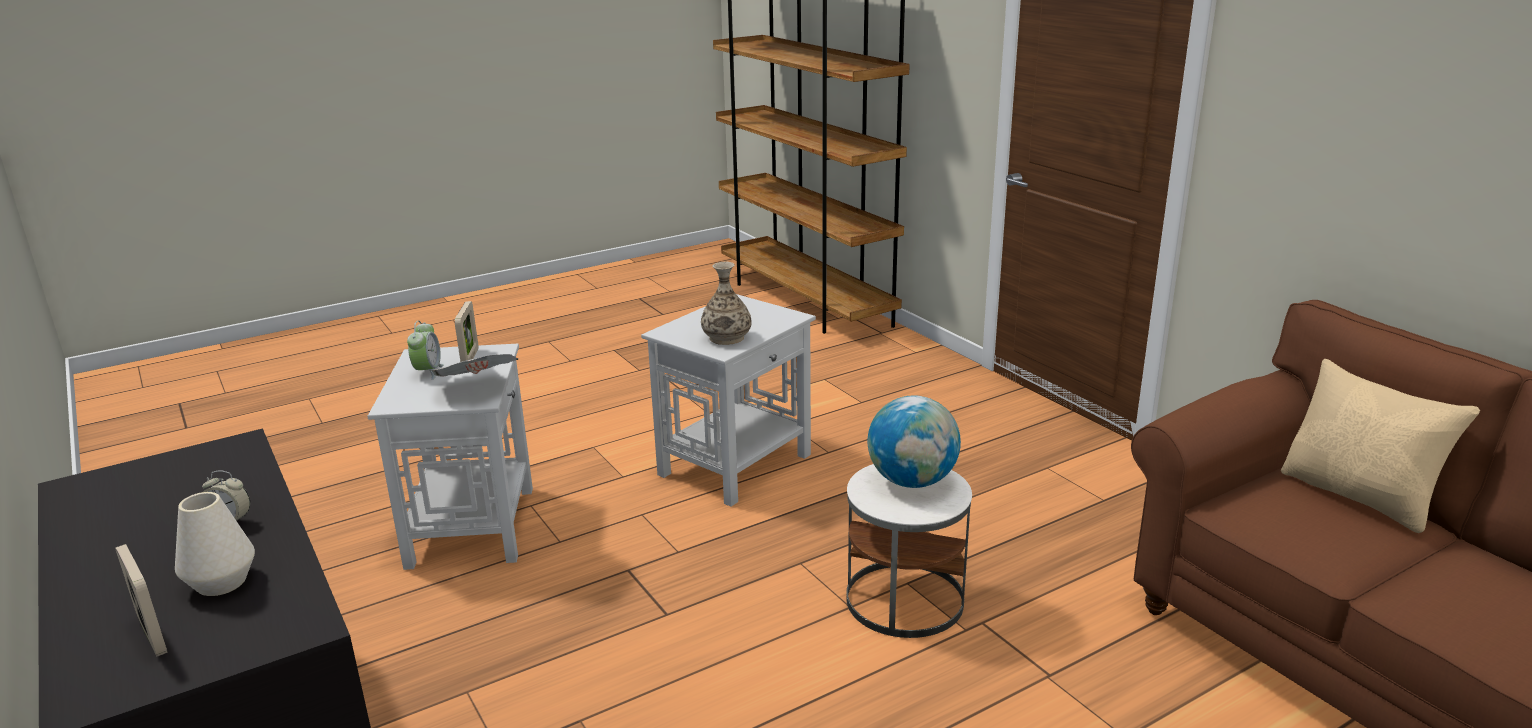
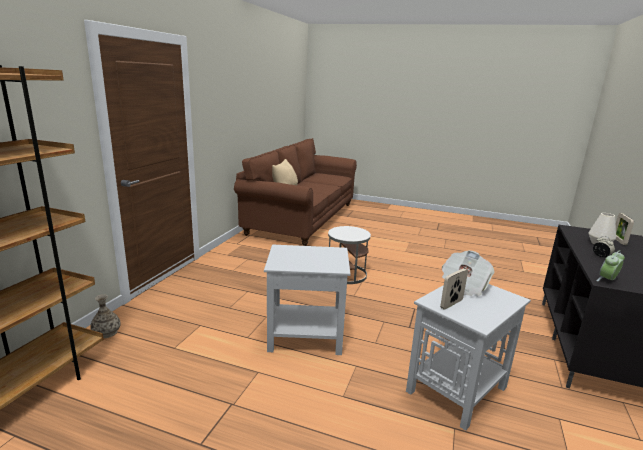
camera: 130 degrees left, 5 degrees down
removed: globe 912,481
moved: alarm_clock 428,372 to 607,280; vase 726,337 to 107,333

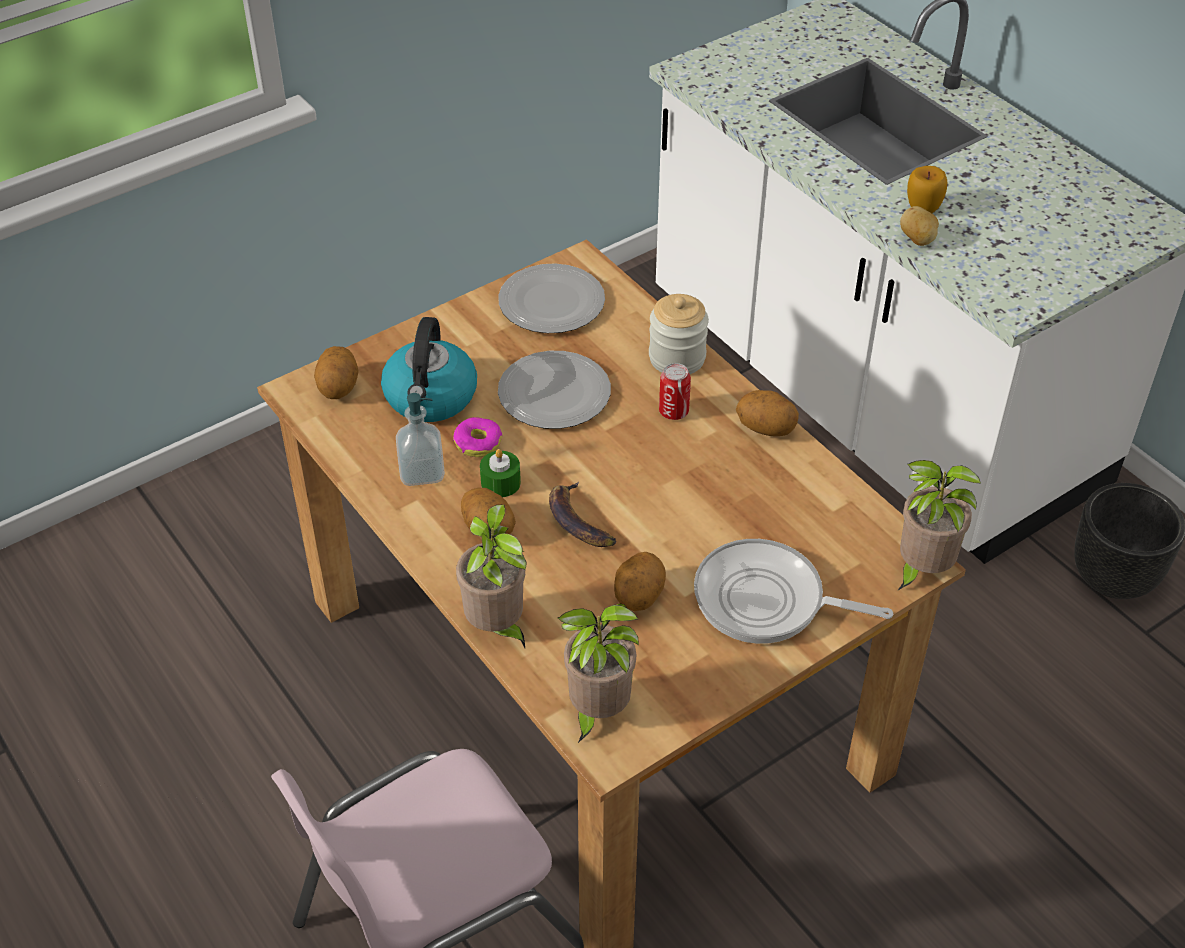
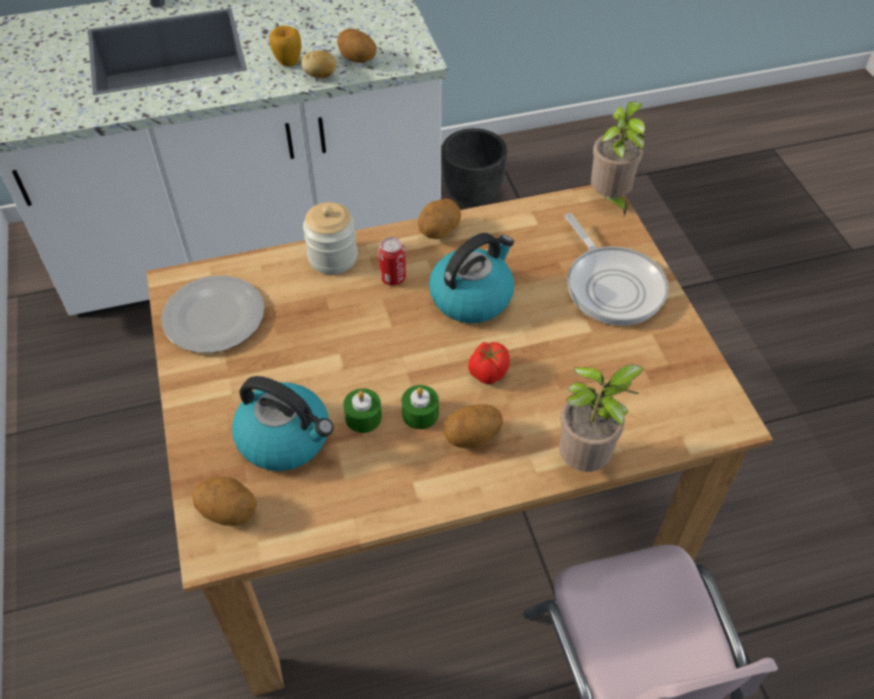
camera: 70 degrees left, 5 degrees up
removed: soap_dispenser 422,472; plate 555,393; potted_plant 596,712
added: kettle 472,296
moved: potato 638,596 to 357,60
replaced: donut 478,443 to green_candle 363,417; banana 578,521 to tomato 488,373
turned: frying_pan 766,601 = 612,286 60 degrees counterclockwise

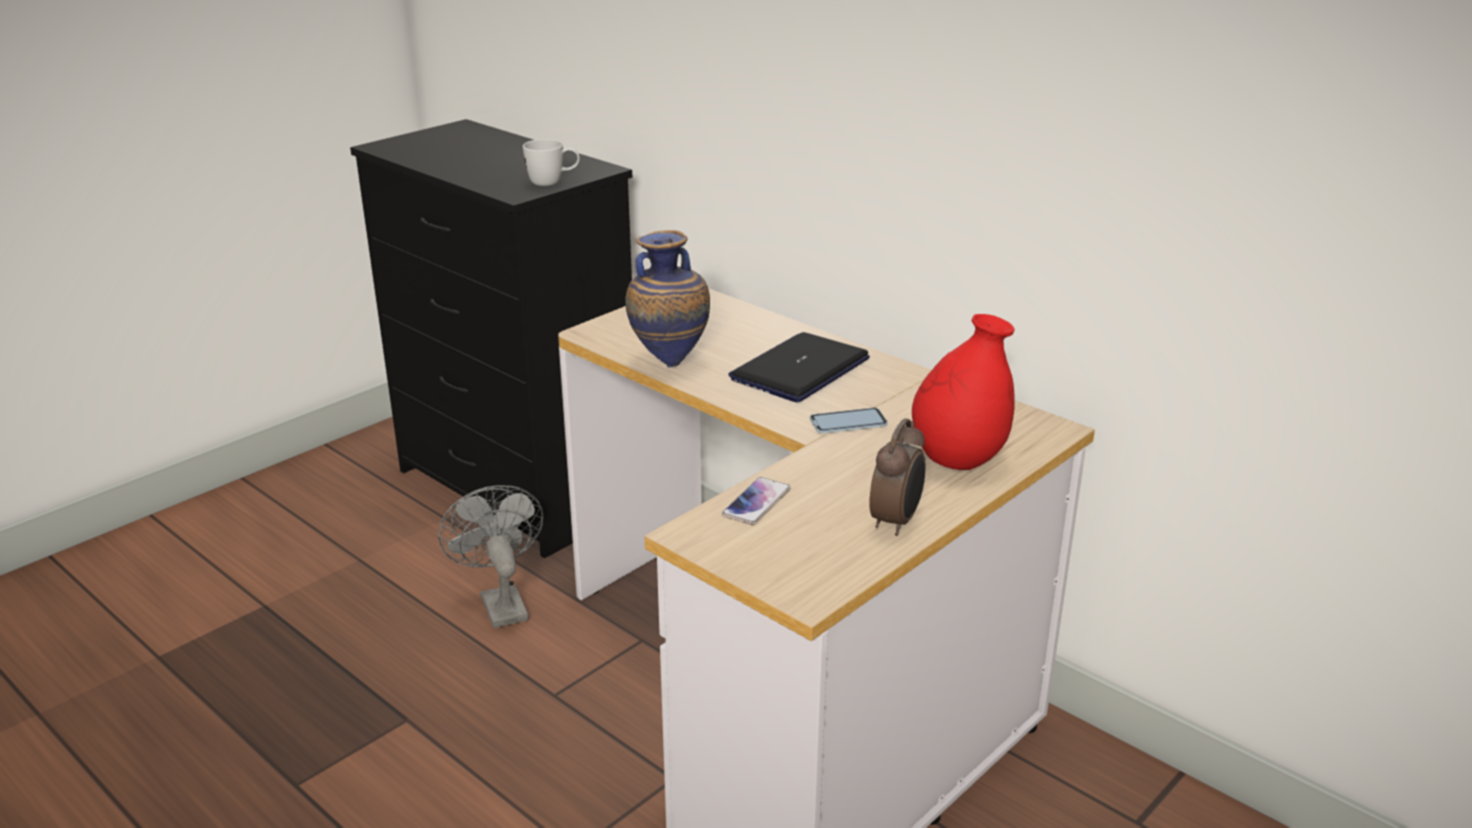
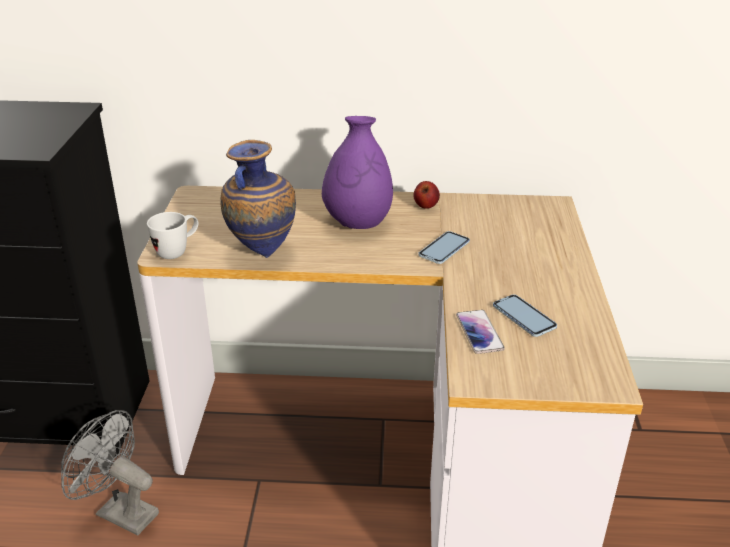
camera: 40 degrees left, 5 degrees up
removed: alarm_clock 896,521; red_vase 958,460
added: apple 425,206; phone 524,317
moved: white_mug 553,183 to 177,251
replaced: laptop 800,369 to purple_vase 358,223

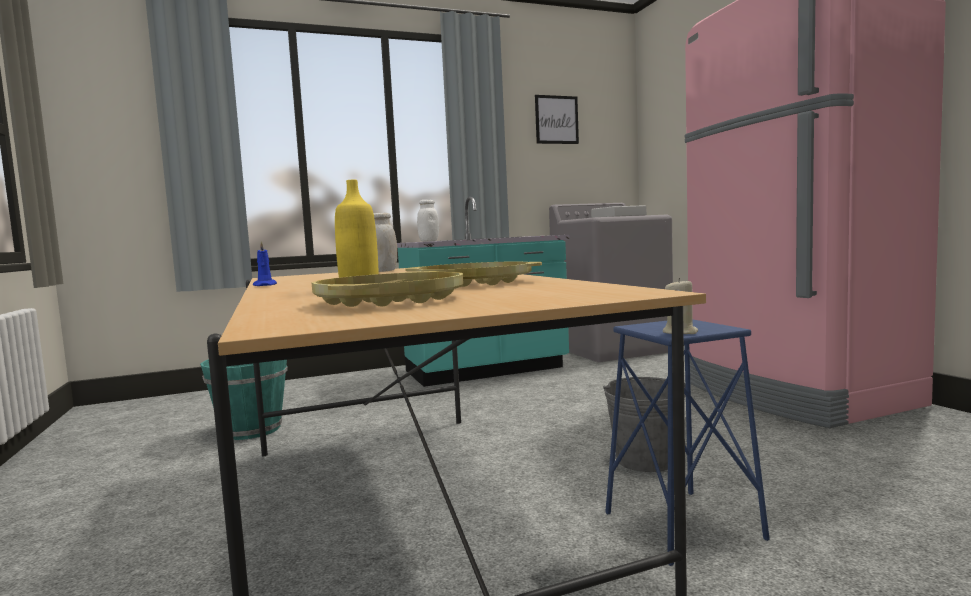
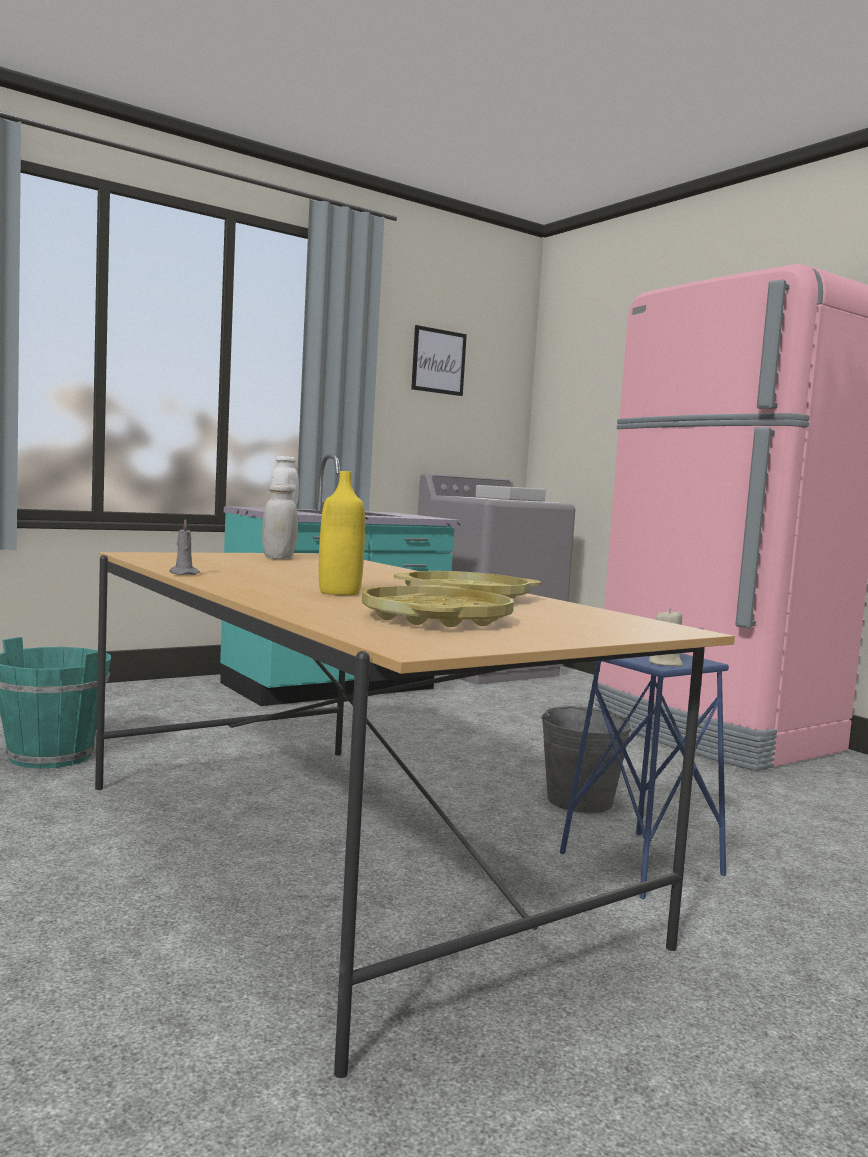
camera: 15 degrees left, 0 degrees up
recoloured: blue_candle 265,285 to grey_candle 183,574

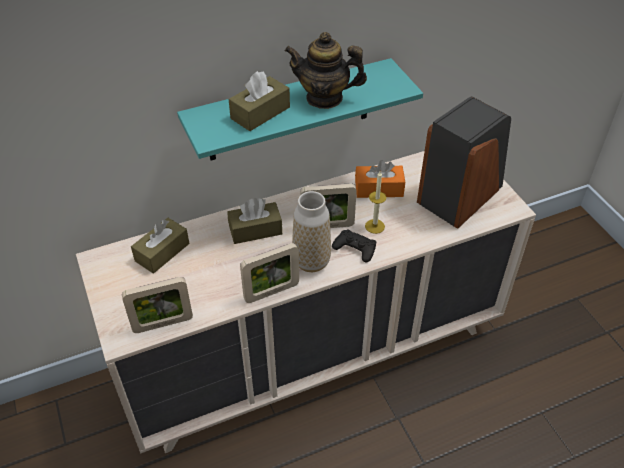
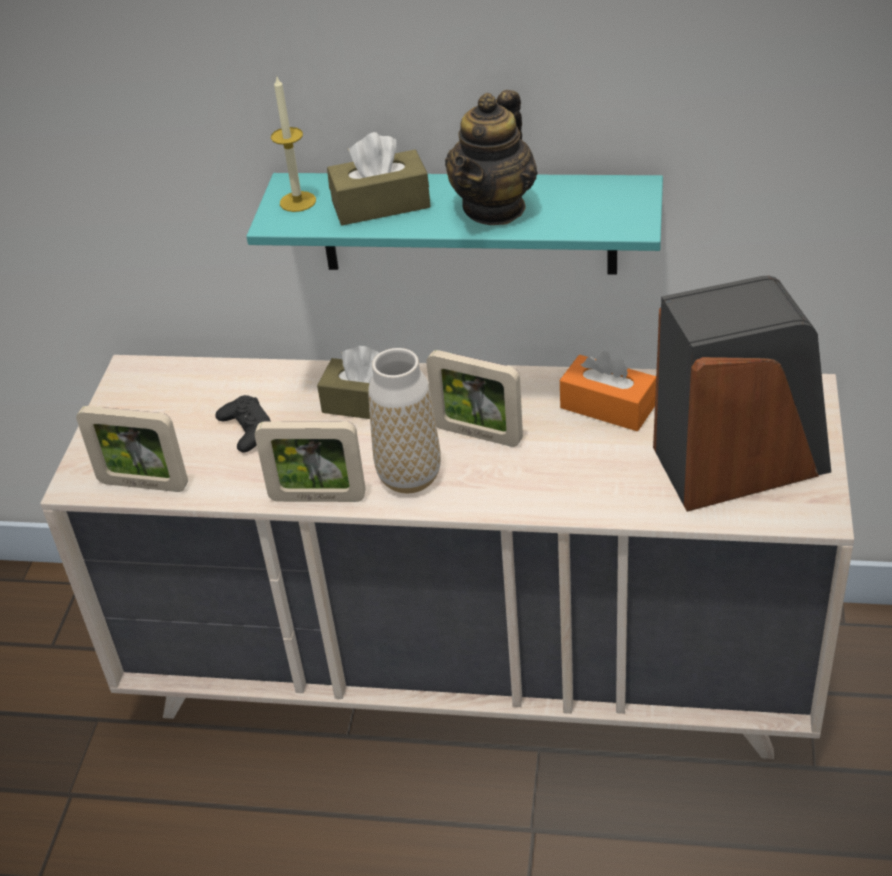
camera: 35 degrees right, 5 degrees down
removed: brown_tissue_box 162,252
moved: black_game_controller 355,248 to 248,429; candle 374,226 to 298,201
turned: teapot 324,98 = 494,208 105 degrees counterclockwise

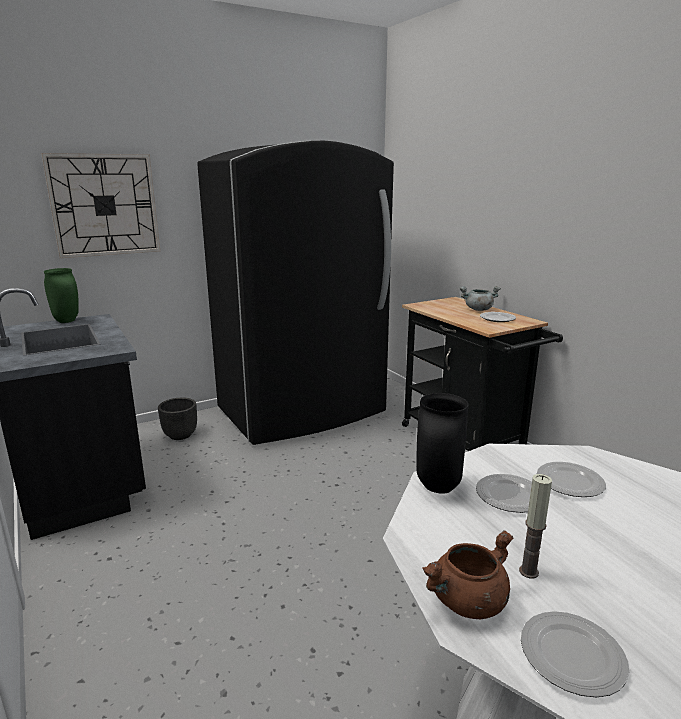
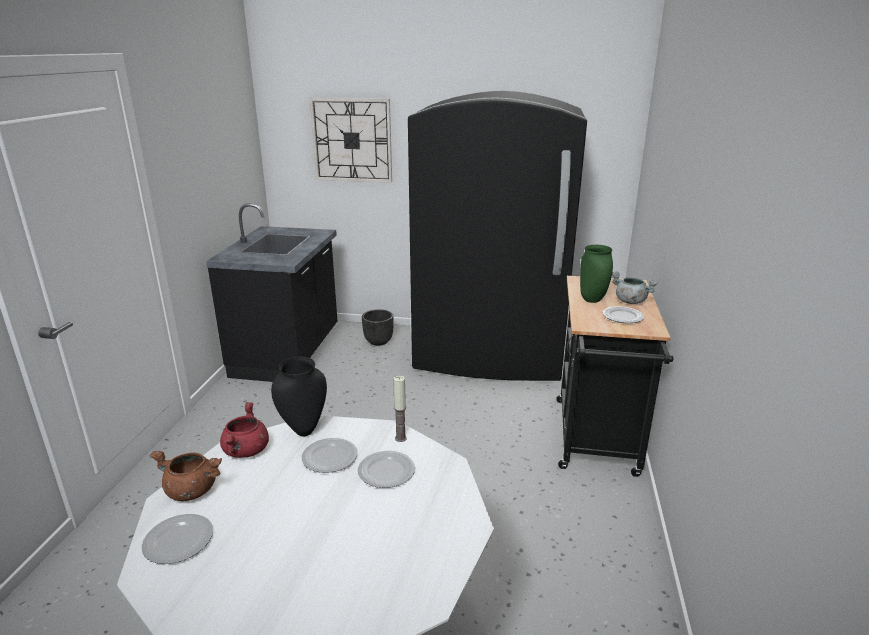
camera: 40 degrees right, 5 degrees up
added: red_cooking_pot 246,451
moved: green_vase 67,321 to 593,300; candle 529,571 to 400,438

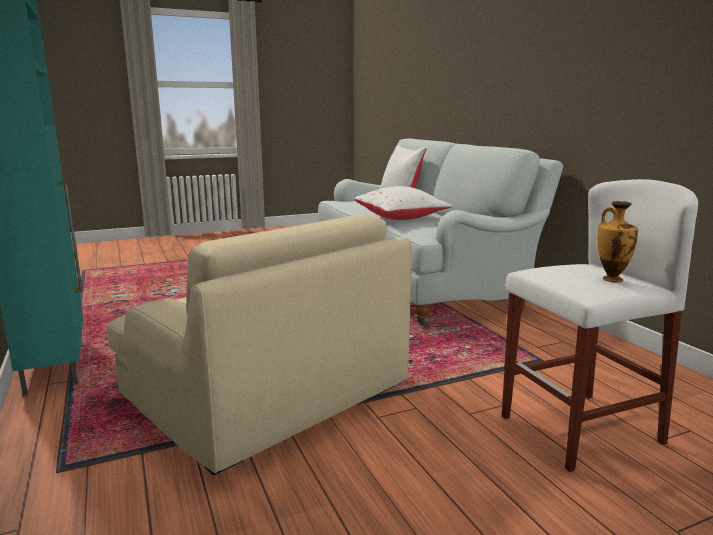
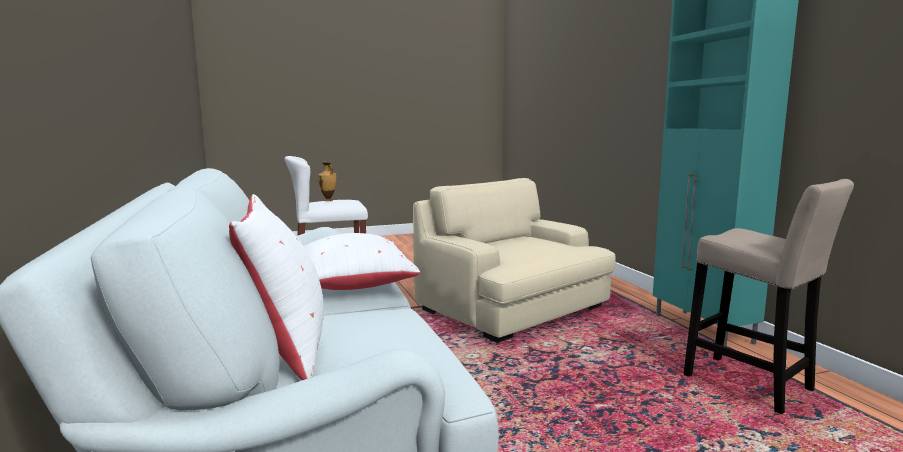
camera: 175 degrees left, 5 degrees down
added: beige_stool 753,386

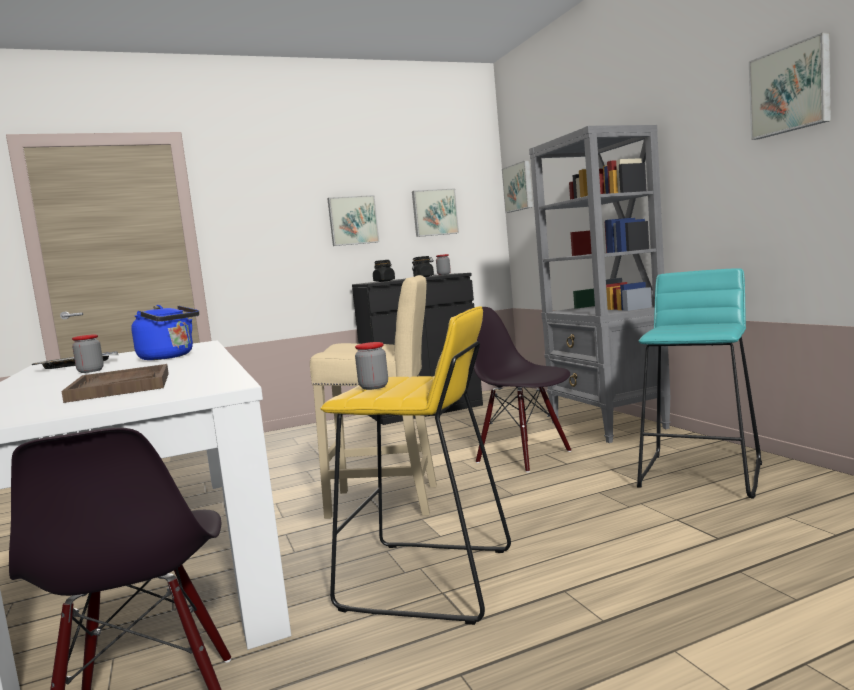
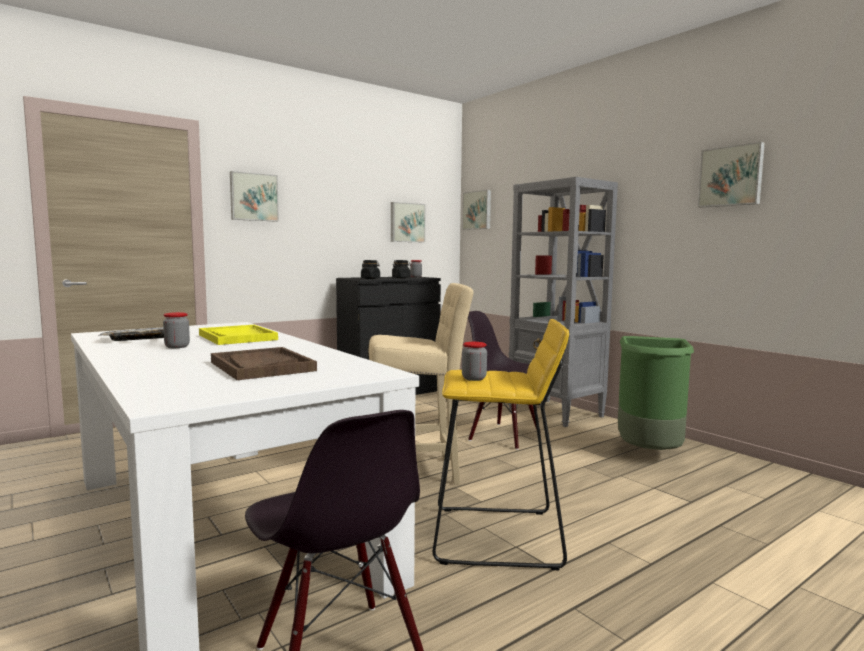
camera: 15 degrees left, 0 degrees up
moved: picture 353,220 to 253,197
replaced: blue_kettle 169,357 to yellow_tray 238,337; turquoise_stool 701,474 to green_trash_can 649,453

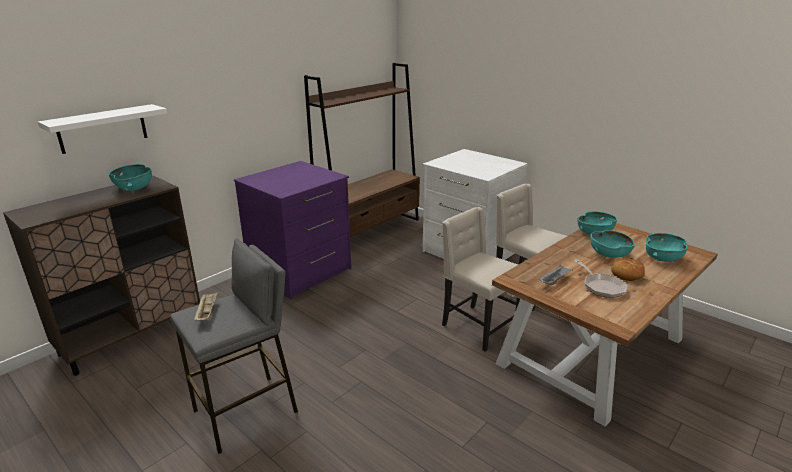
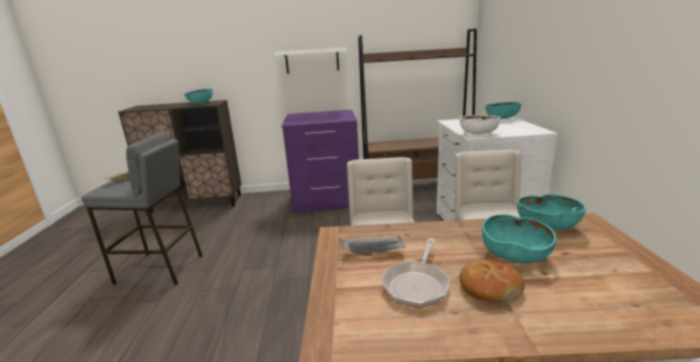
camera: 45 degrees right, 5 degrees down
added: white_bowl 478,134
moved: white_shelf 102,128 to 312,60; turquoise_bowl 662,258 to 502,118

